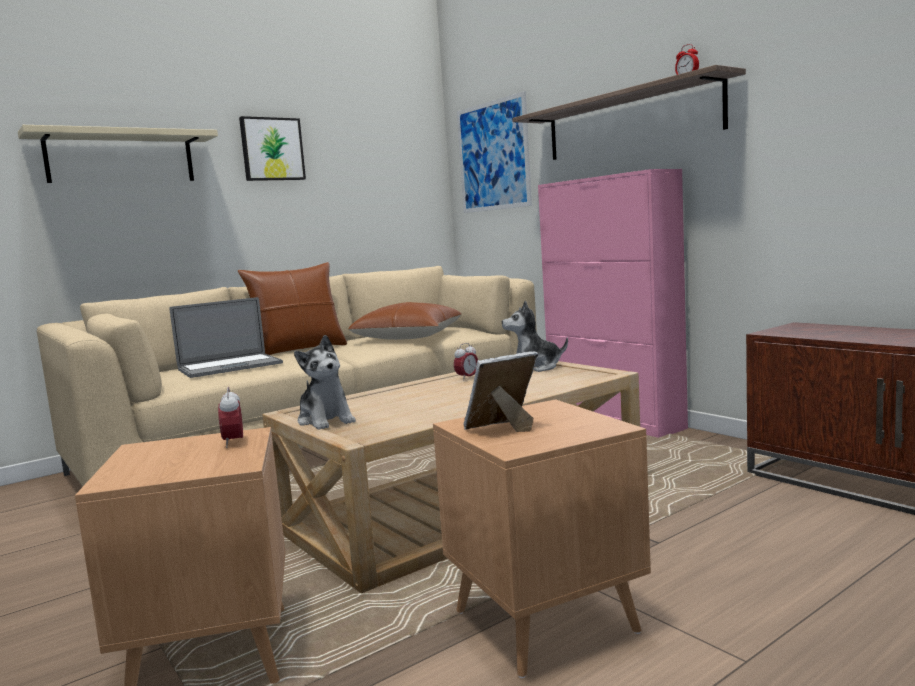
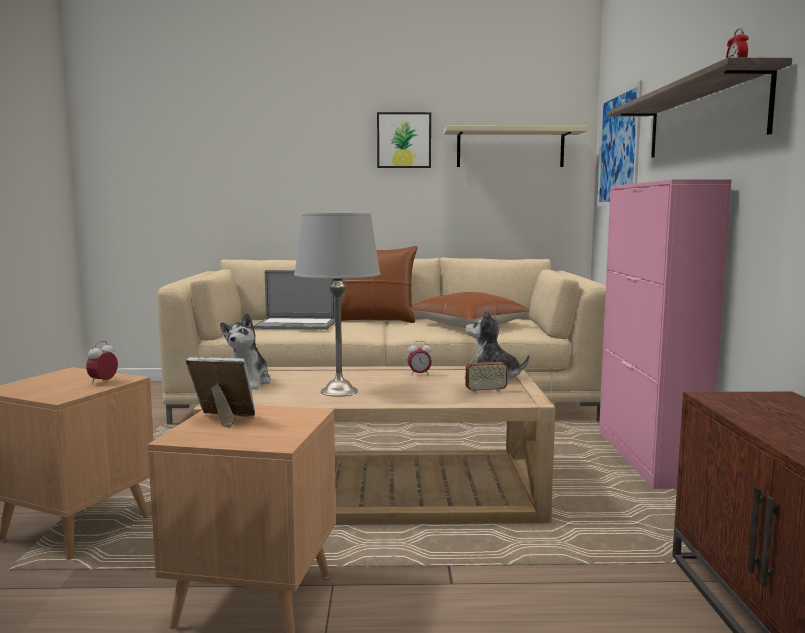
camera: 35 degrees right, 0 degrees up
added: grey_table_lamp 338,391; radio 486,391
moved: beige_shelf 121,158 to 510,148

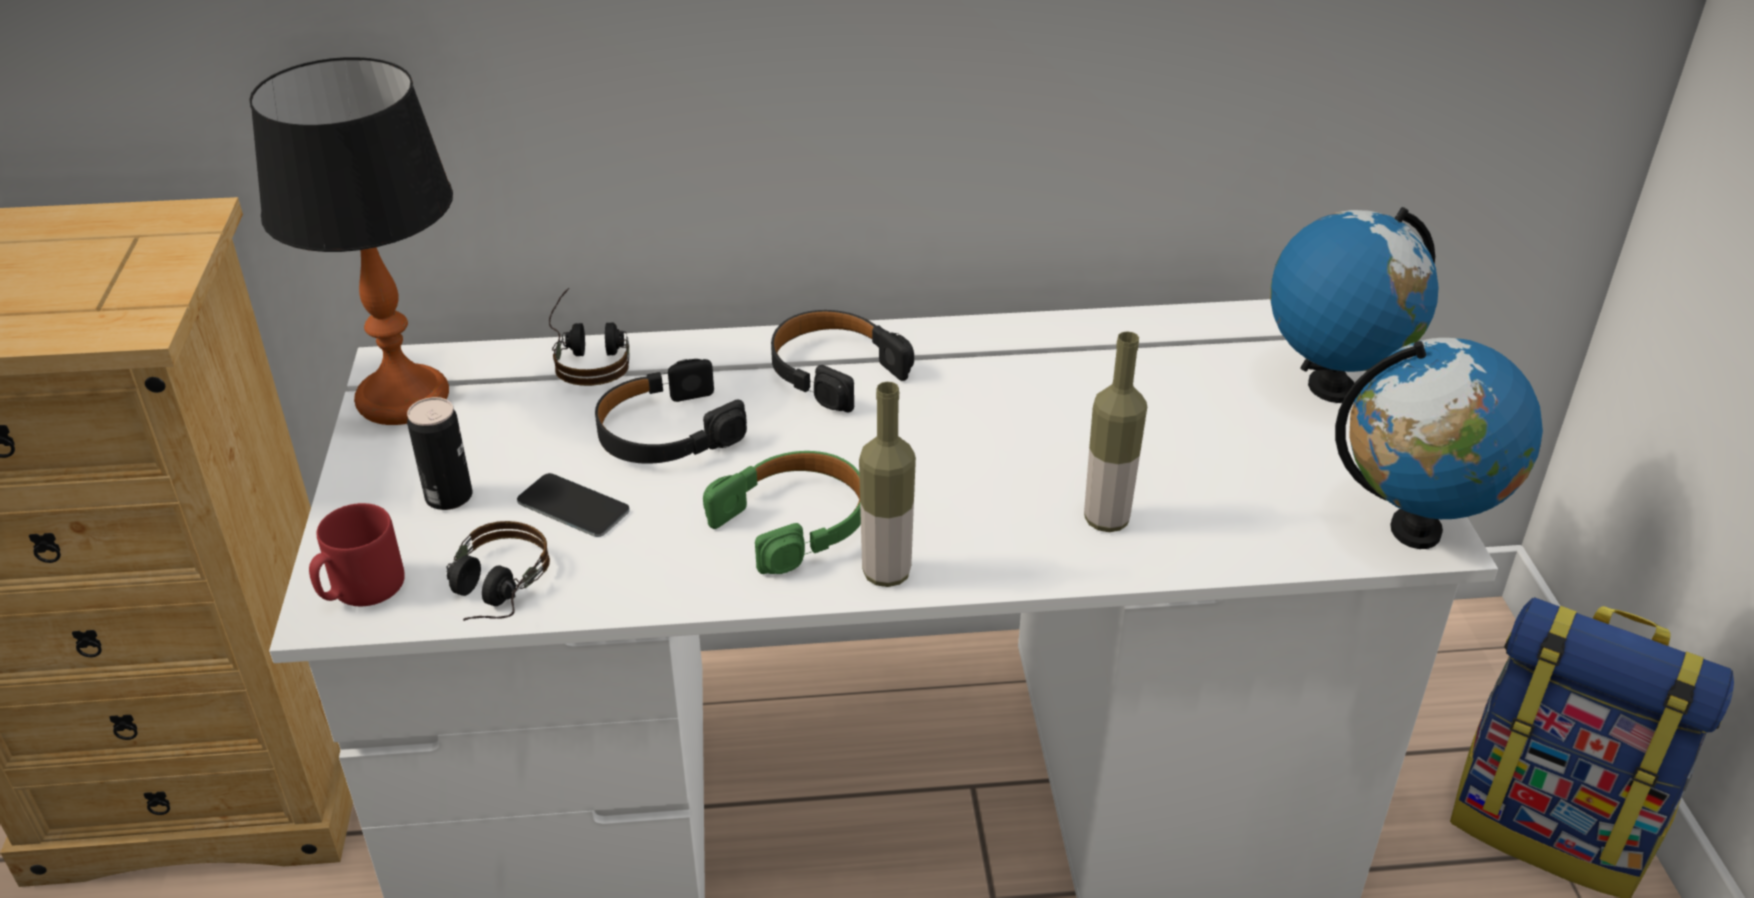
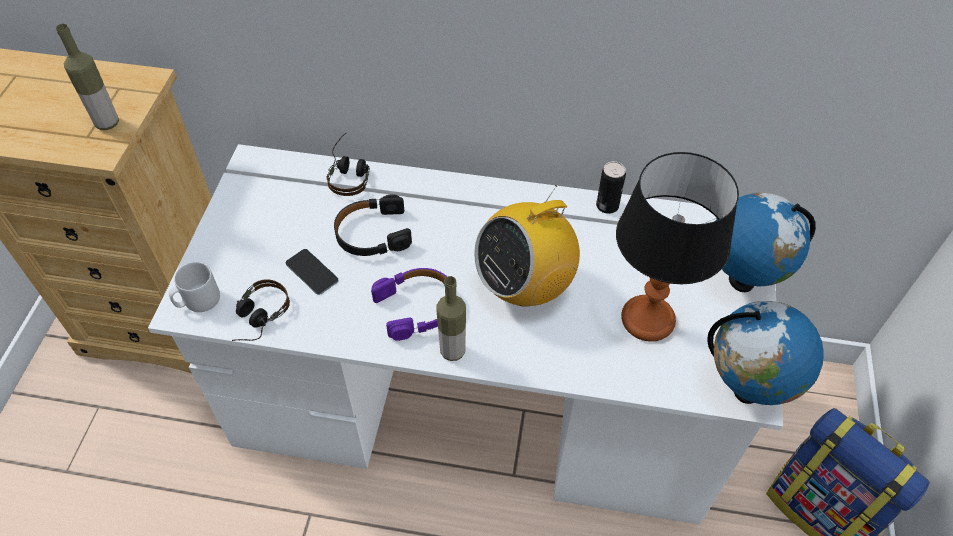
camera: 15 degrees right, 15 degrees up
removed: black_headphones 834,371
added: radio 525,286
moved: table_lamp 402,398 to 647,319; can 449,497 to 607,206; bottle 1106,520 to 107,123
recoloured: red_mug 360,589 to grey_mug 198,301; green_headphones 794,522 to purple_headphones 417,307

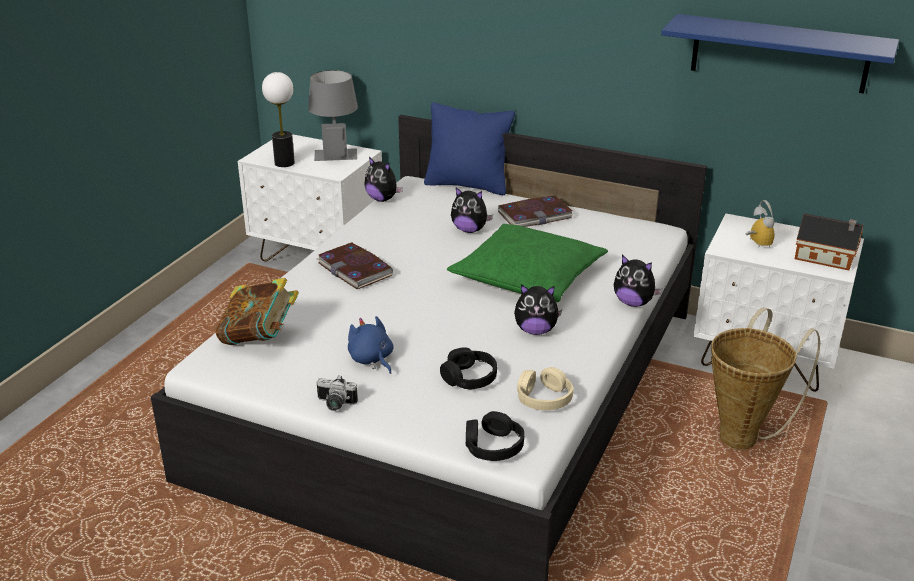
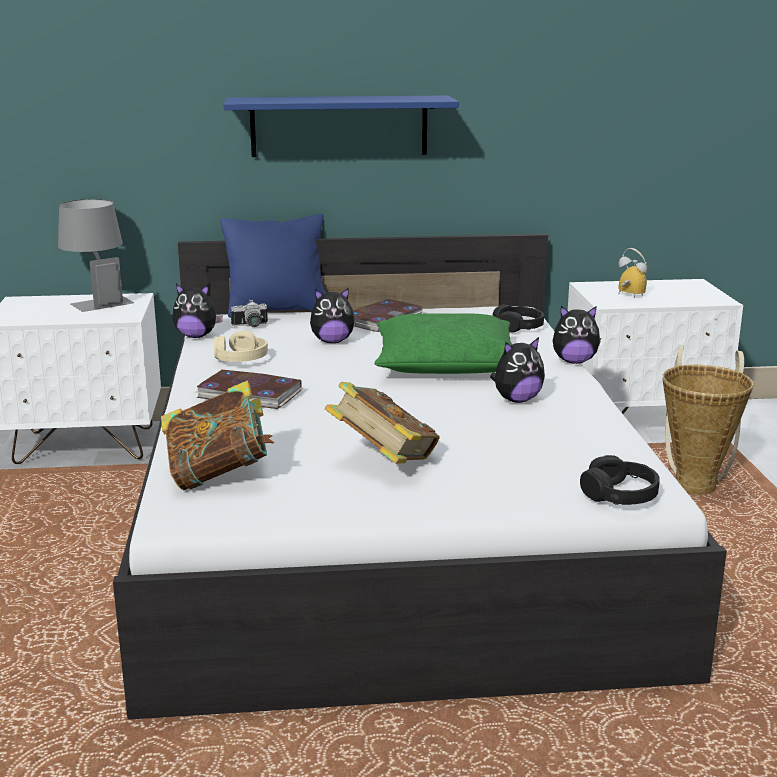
camera: 30 degrees left, 10 degrees down
removed: table_lamp 284,163; toy_house 827,258
moved: photo_camera 335,404 to 250,326; black_headphones 469,377 to 518,327; beige_headphones 544,398 to 240,358; blue_shelf 779,53 to 339,126
replaced: blue_plush_toy 371,360 to book 383,461

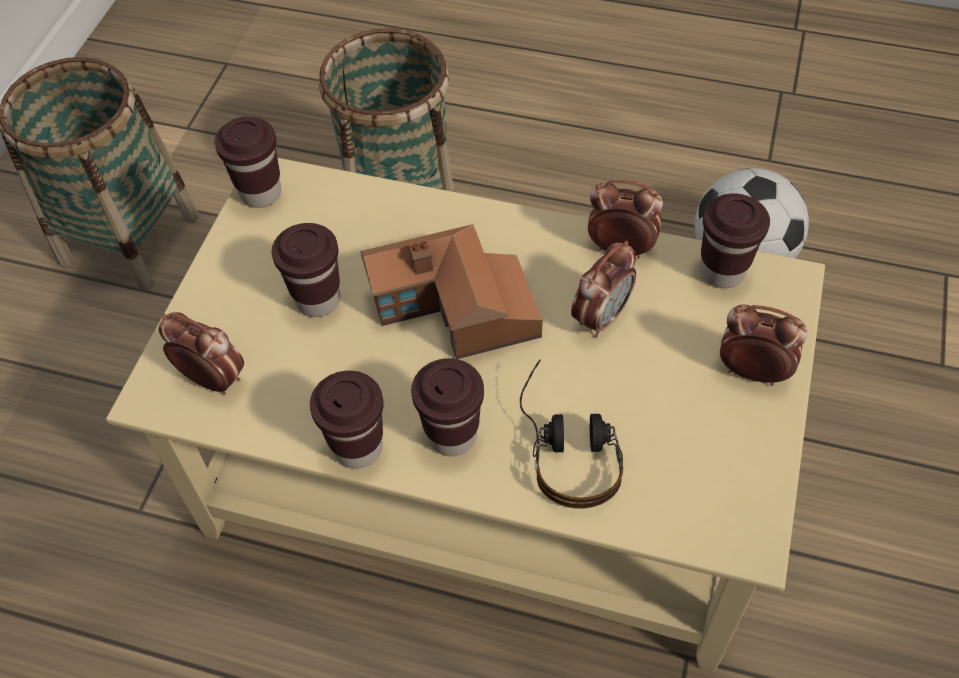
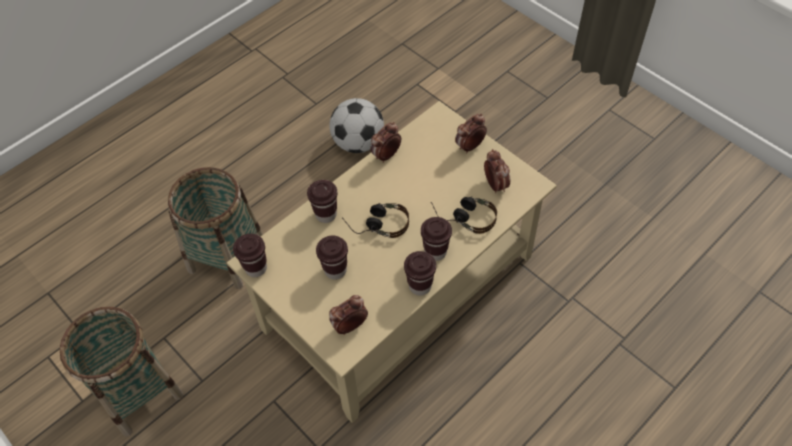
camera: 60 degrees left, 0 degrees up
moved: alarm_clock 601,317 to 495,185; brown_cup 722,271 to 326,214
replaced: toy_house 455,311 to headphones 377,224

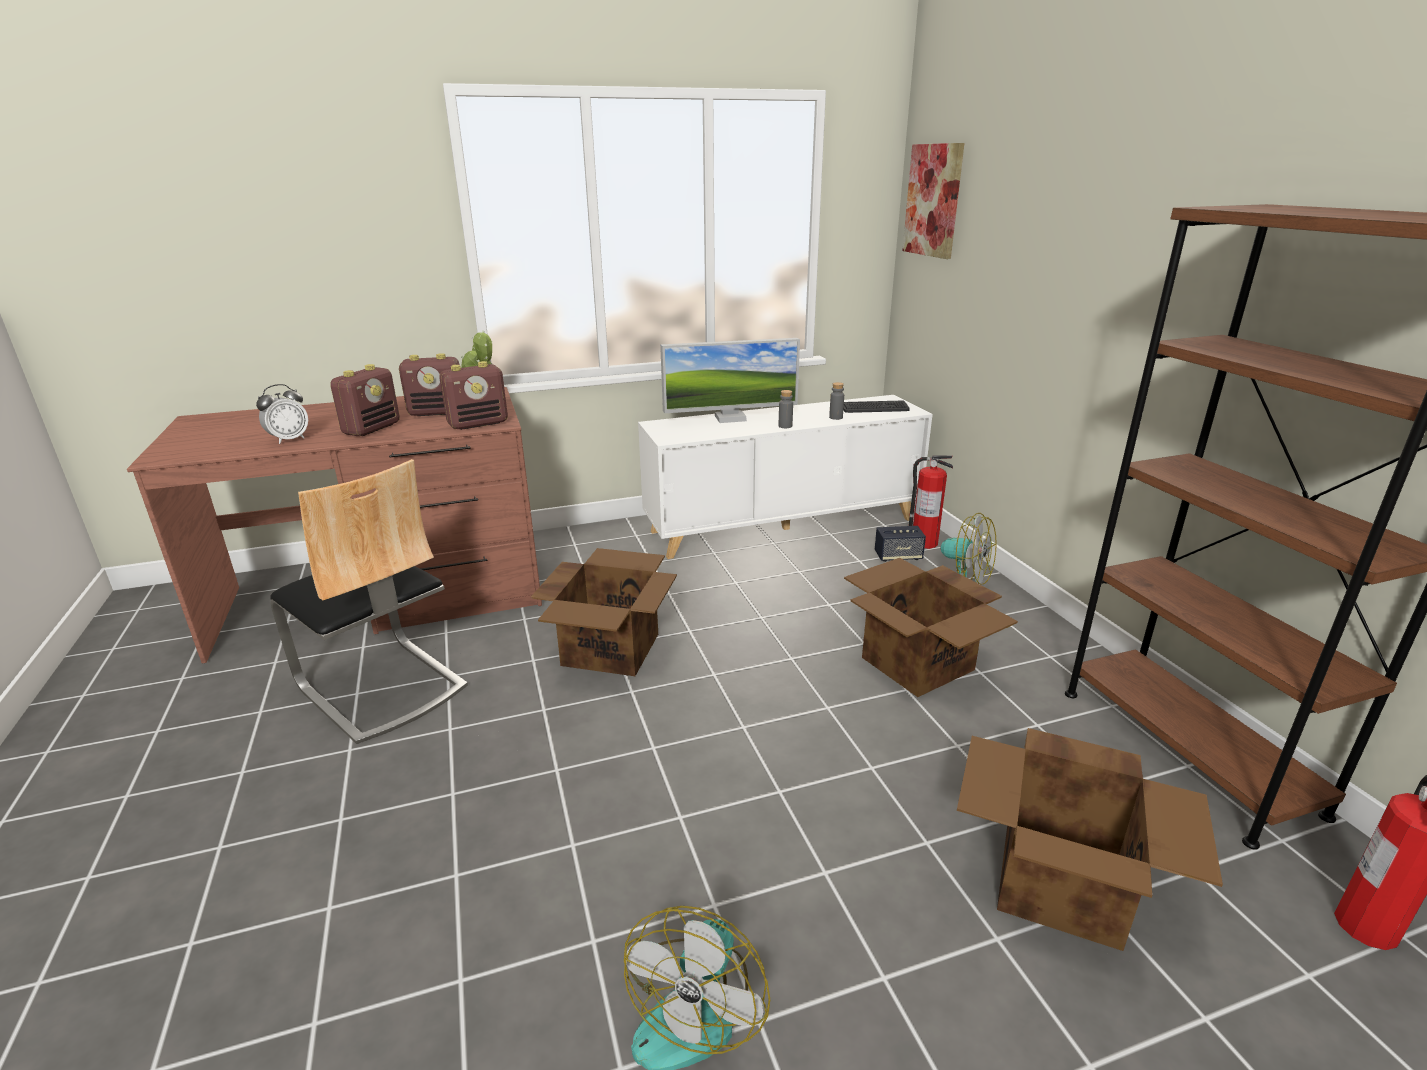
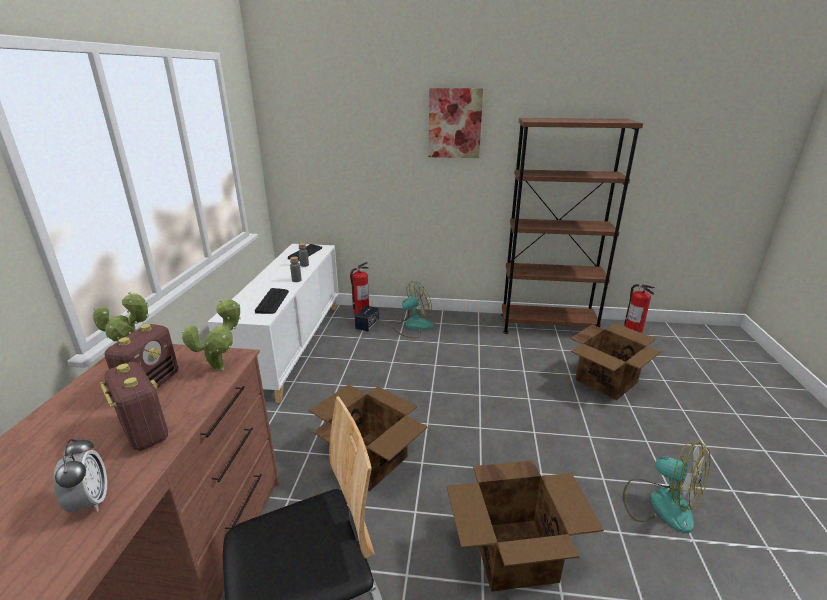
camera: 65 degrees left, 0 degrees up
removed: monitor 730,418
added: keyboard 272,301
moved: cardboard_box 918,664 to 515,553; picture 933,200 to 455,123
replaced: radio 478,424 to potted_plant 222,367

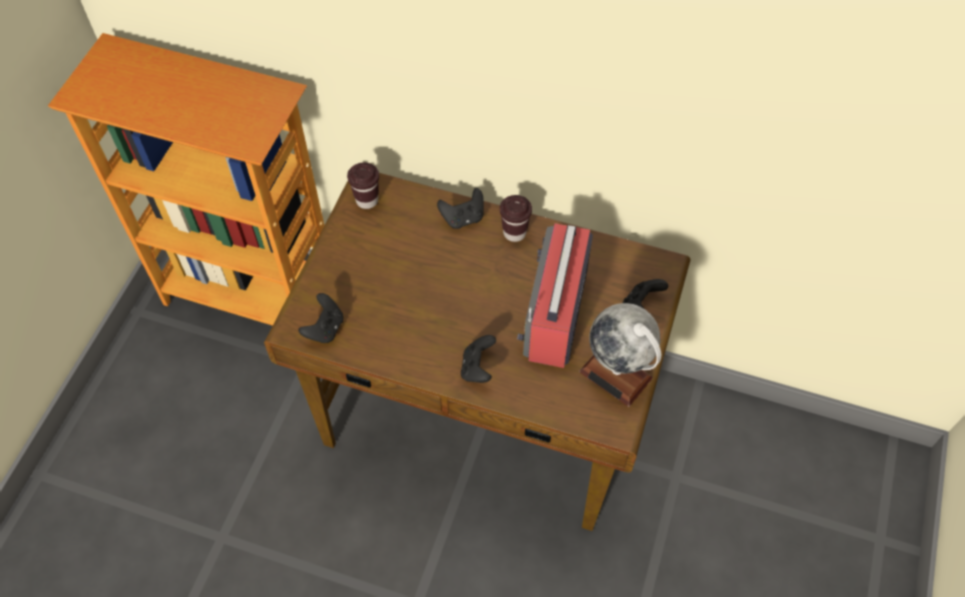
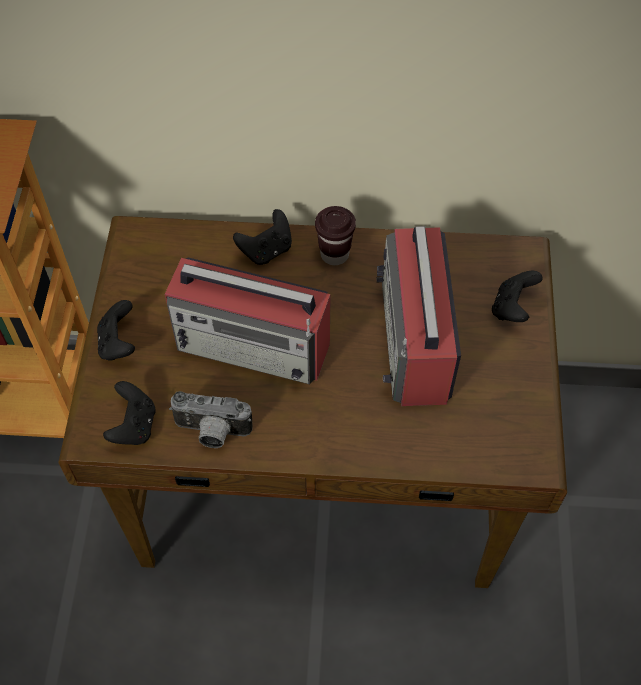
camera: 15 degrees left, 0 degrees up
removed: brown_cup 367,200; globe 616,375
added: radio 254,346; photo_camera 211,433
moved: black_game_controller 477,368 to 118,343

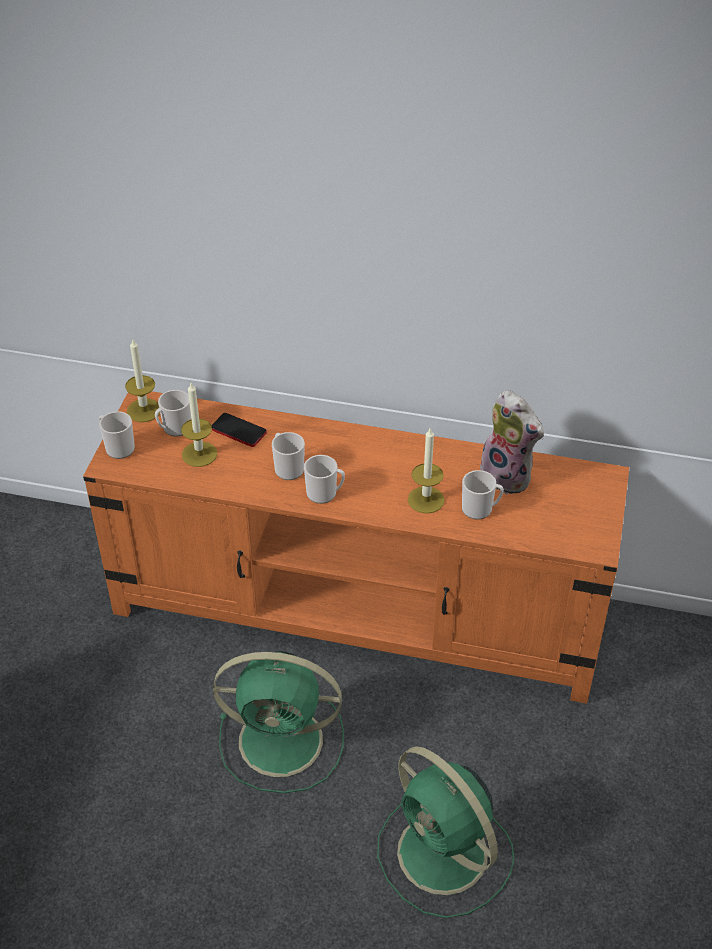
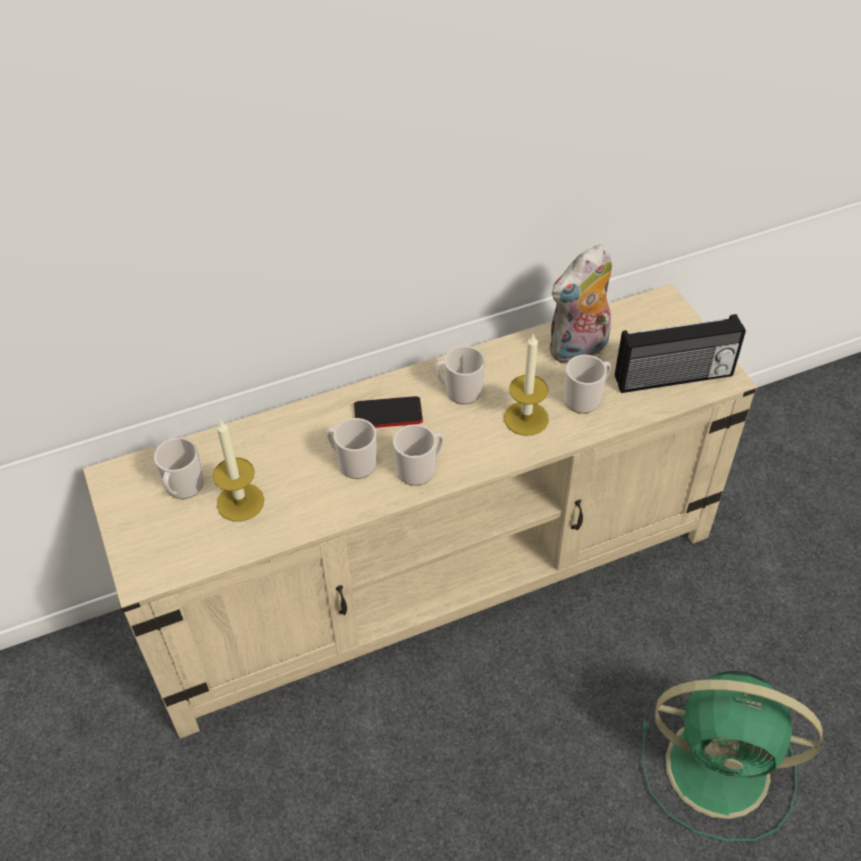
camera: 35 degrees left, 5 degrees up
removed: candle 144,410; green_fan 285,741
added: radio 674,378
moved: mug 117,447 to 459,391; phone 238,431 to 388,414
recoloured: orange_tv_stand 358,610 to beige_tv_stand 434,574
turned: plush_toy 509,476 = 579,350 135 degrees clockwise

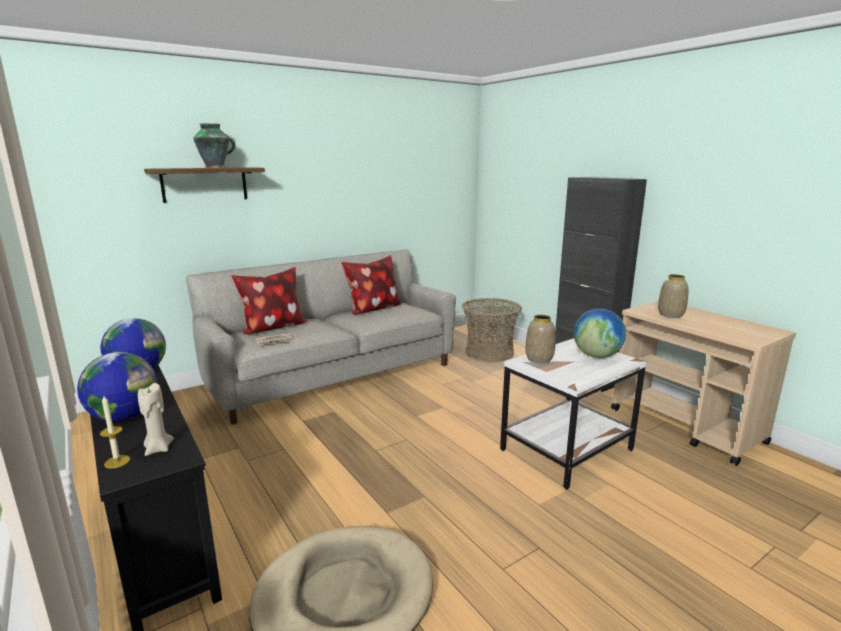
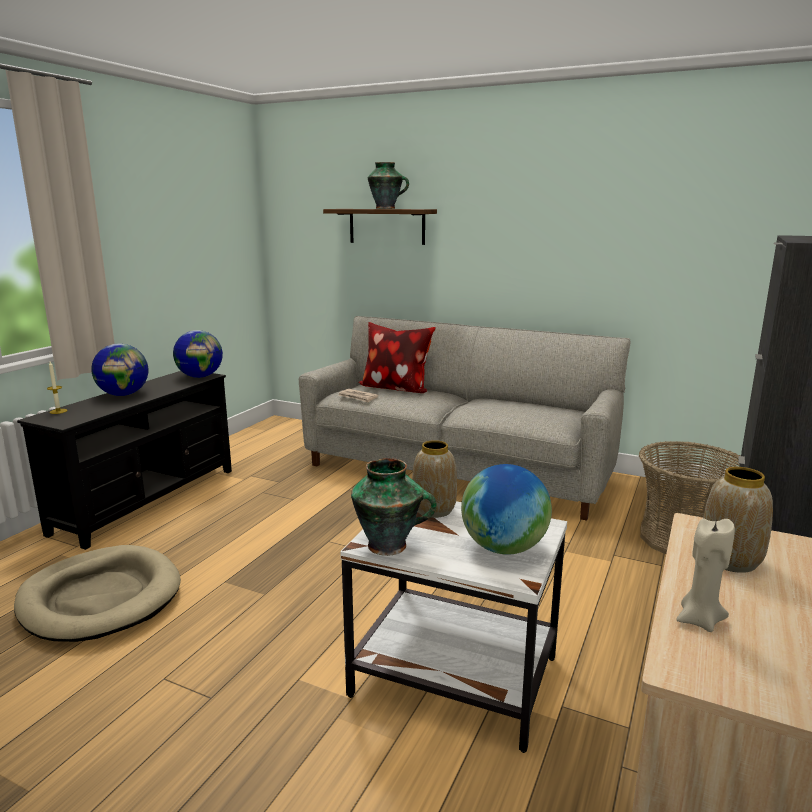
camera: 60 degrees right, 0 degrees up
removed: pillow 373,309
added: vase 389,546
moved: beige_candle 158,449 to 699,620

